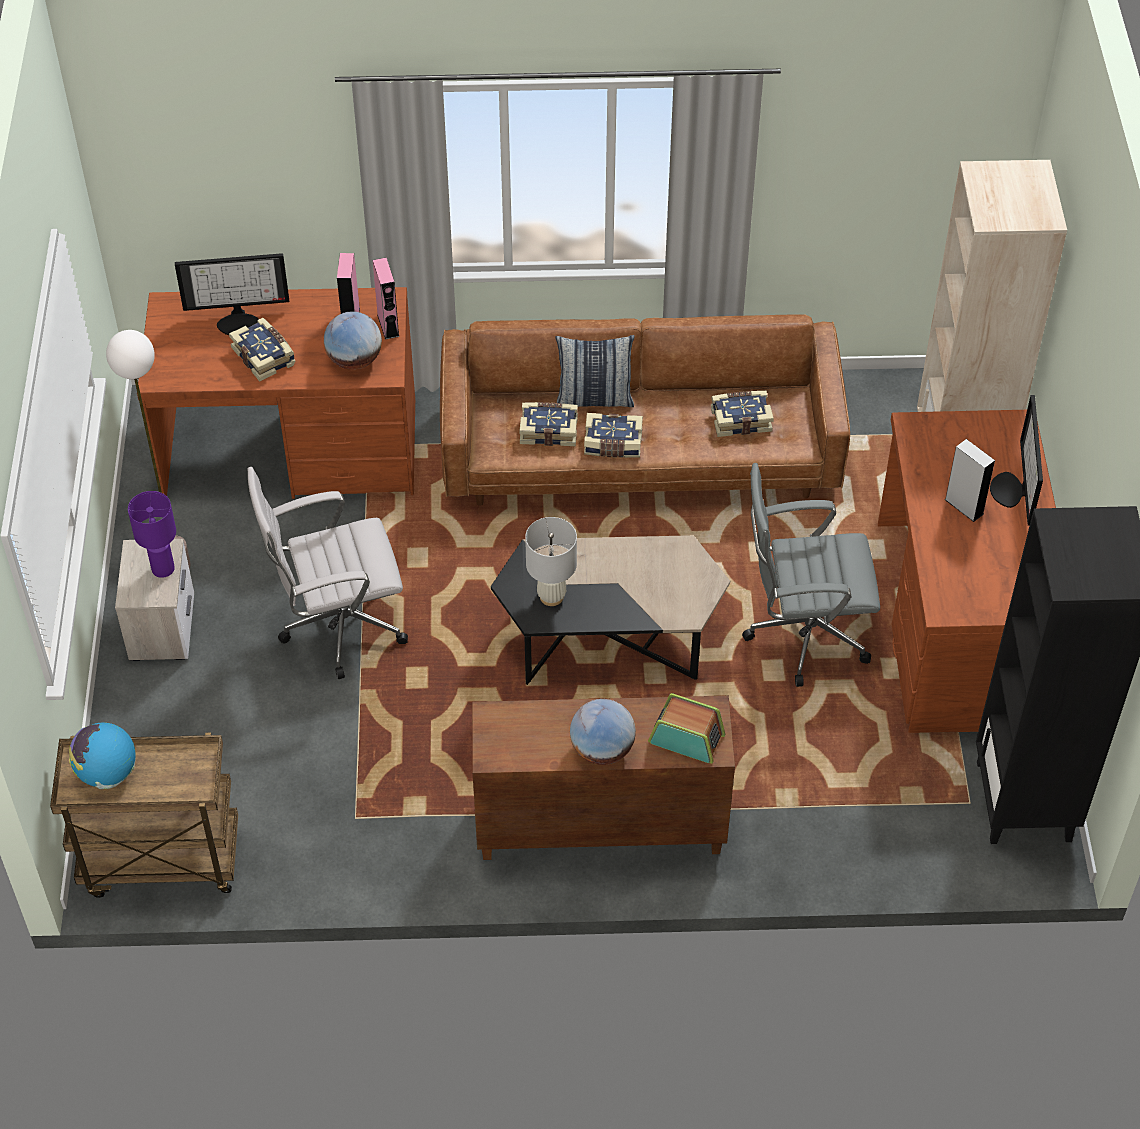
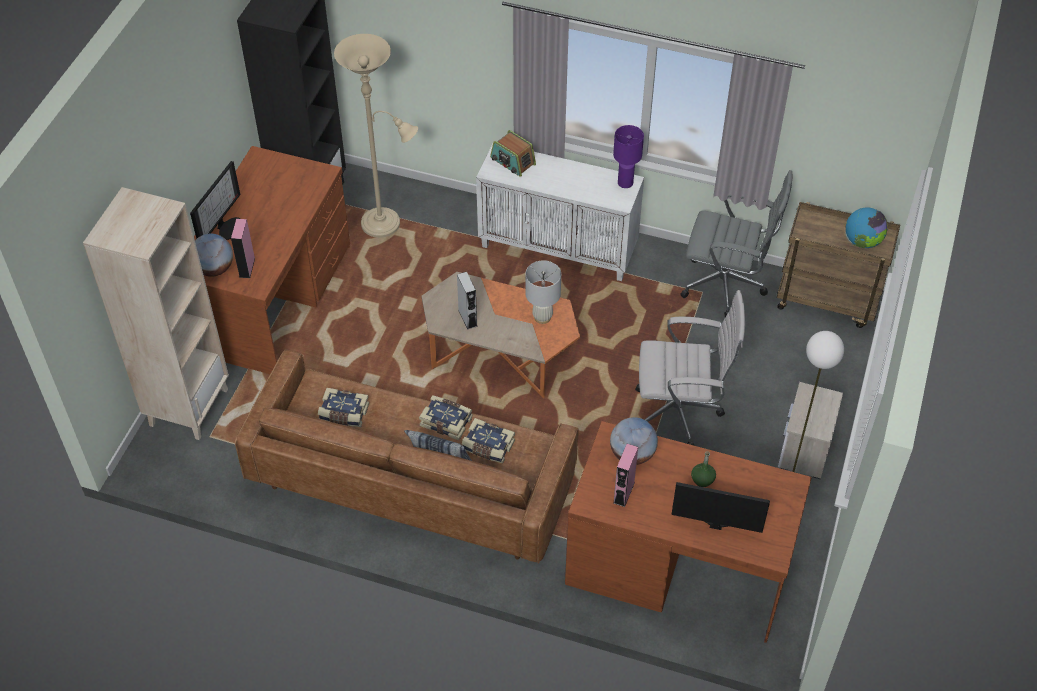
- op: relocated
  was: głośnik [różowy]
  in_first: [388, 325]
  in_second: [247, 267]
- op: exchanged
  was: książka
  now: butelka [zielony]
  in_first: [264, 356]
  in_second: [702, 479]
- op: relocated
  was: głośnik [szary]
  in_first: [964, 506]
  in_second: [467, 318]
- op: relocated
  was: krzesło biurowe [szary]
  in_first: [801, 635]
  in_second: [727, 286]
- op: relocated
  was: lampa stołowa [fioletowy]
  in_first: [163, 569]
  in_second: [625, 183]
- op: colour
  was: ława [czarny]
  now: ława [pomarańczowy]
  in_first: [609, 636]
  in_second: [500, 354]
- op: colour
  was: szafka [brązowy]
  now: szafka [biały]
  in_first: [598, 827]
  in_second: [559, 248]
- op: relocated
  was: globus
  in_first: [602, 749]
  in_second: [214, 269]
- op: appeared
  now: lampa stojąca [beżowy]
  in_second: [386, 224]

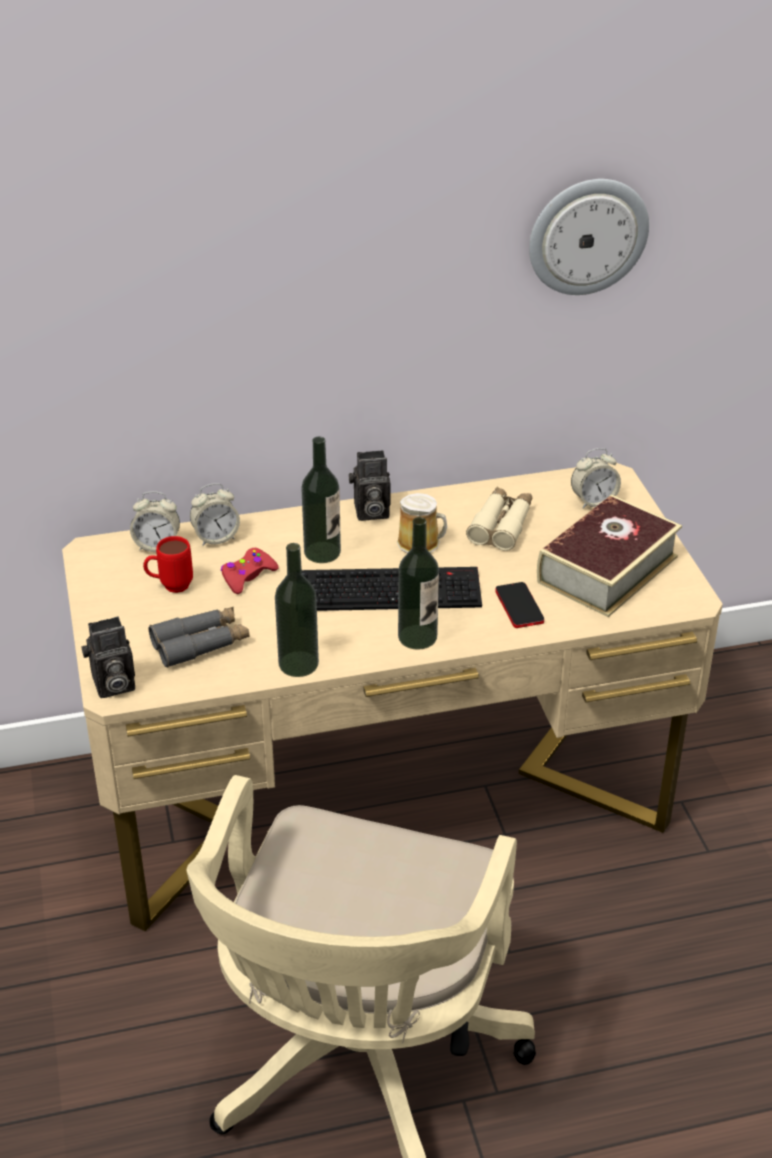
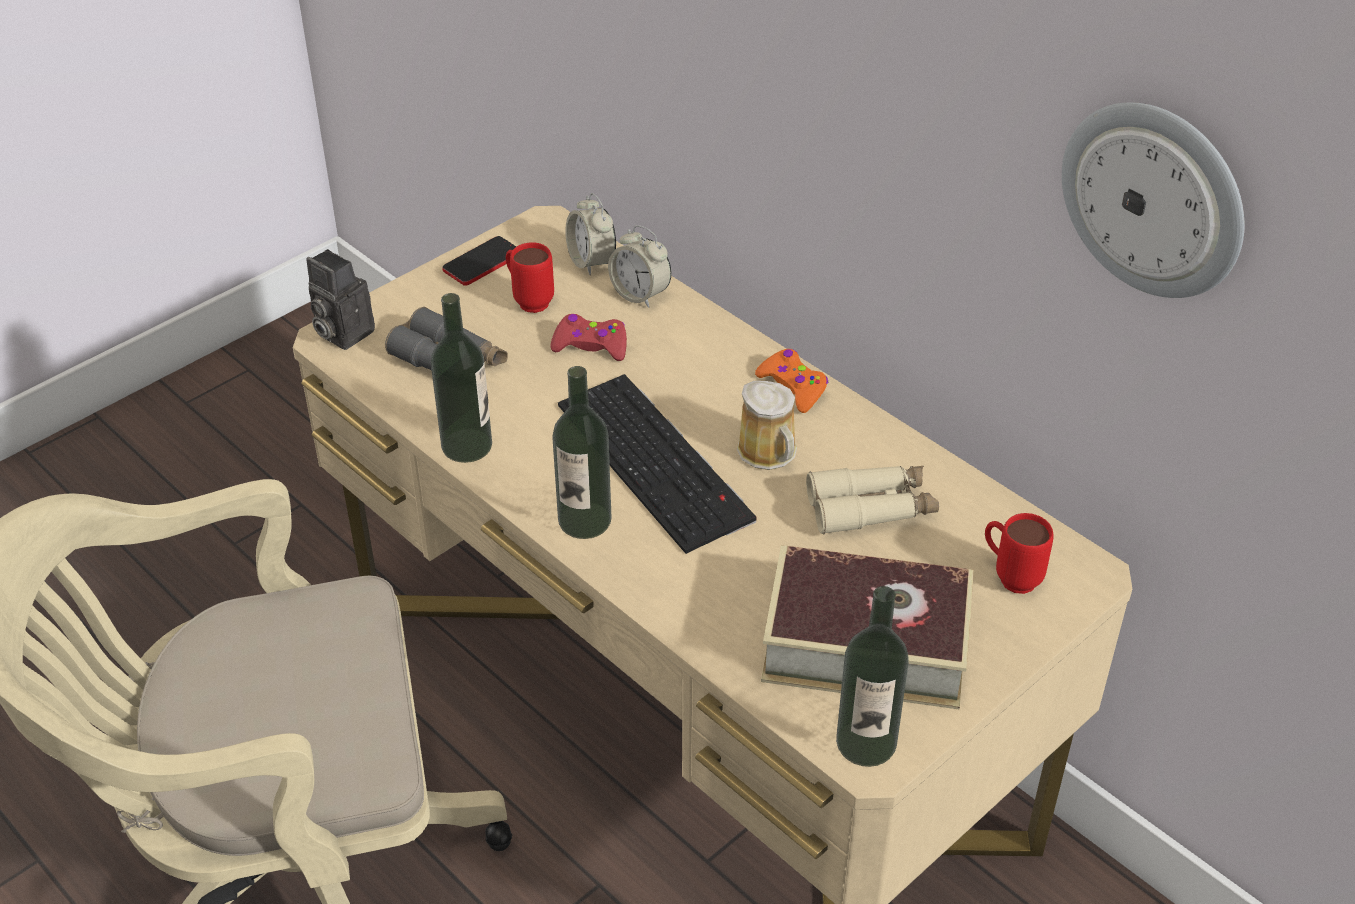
- op: relocated
  was: butelka
  in_first: [322, 552]
  in_second: [866, 743]
- op: exchanged
  was: budzik
  now: kubek [czerwony]
  in_first: [593, 501]
  in_second: [1009, 576]
- op: exchanged
  was: aparat fotograficzny
  now: pad do gier [pomarańczowy]
  in_first: [369, 512]
  in_second: [793, 387]
- op: relocated
  was: telefon
  in_first: [519, 606]
  in_second: [482, 262]

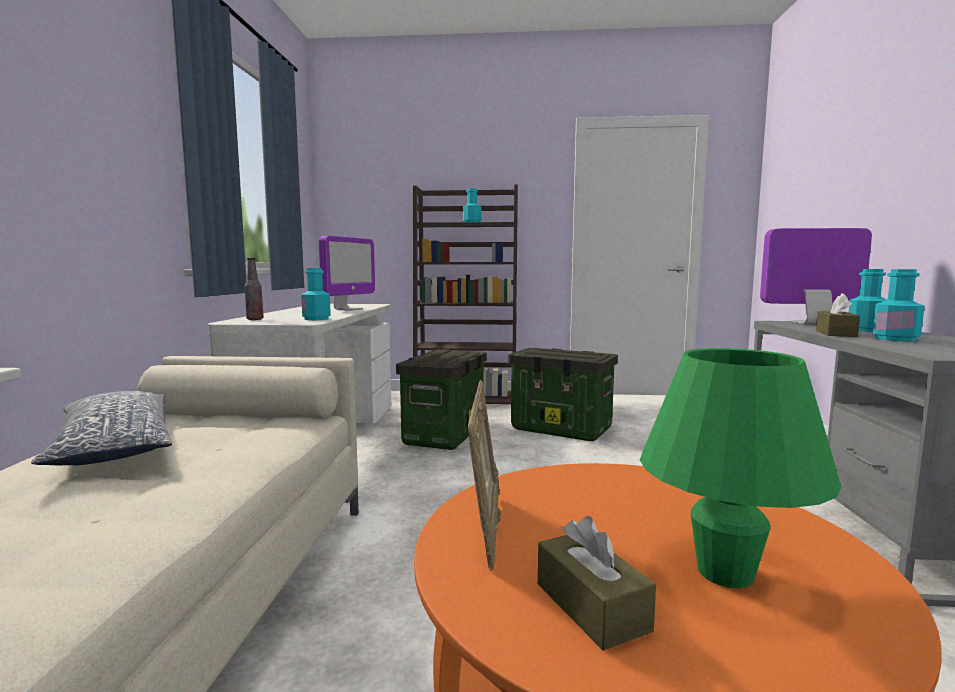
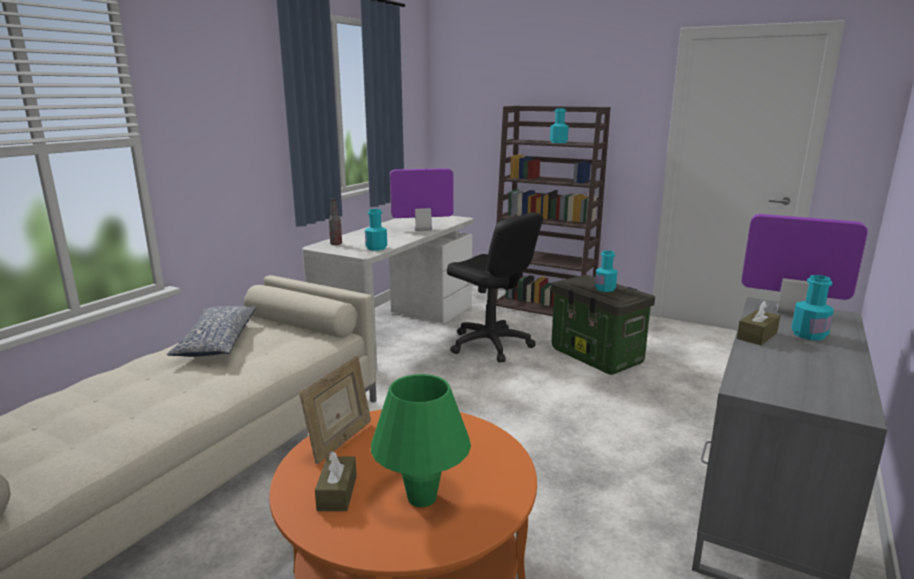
- op: spun
  was: monitor
  in_first: [348, 309]
  in_second: [422, 229]
  clockwise: -150
- op: relocated
  was: butelka [turkusowy]
  in_first: [895, 339]
  in_second: [605, 289]
- op: exchanged
  was: pojemnik do przechowywania
  now: krzesło biurowe [czarny]
  in_first: [445, 435]
  in_second: [490, 345]

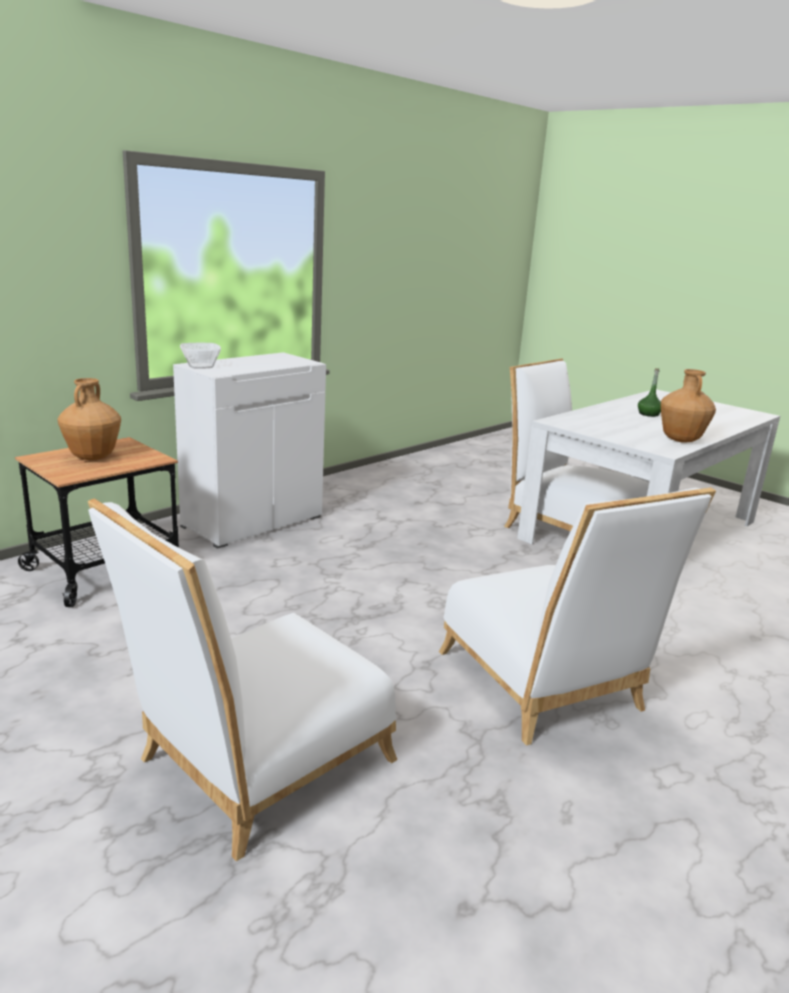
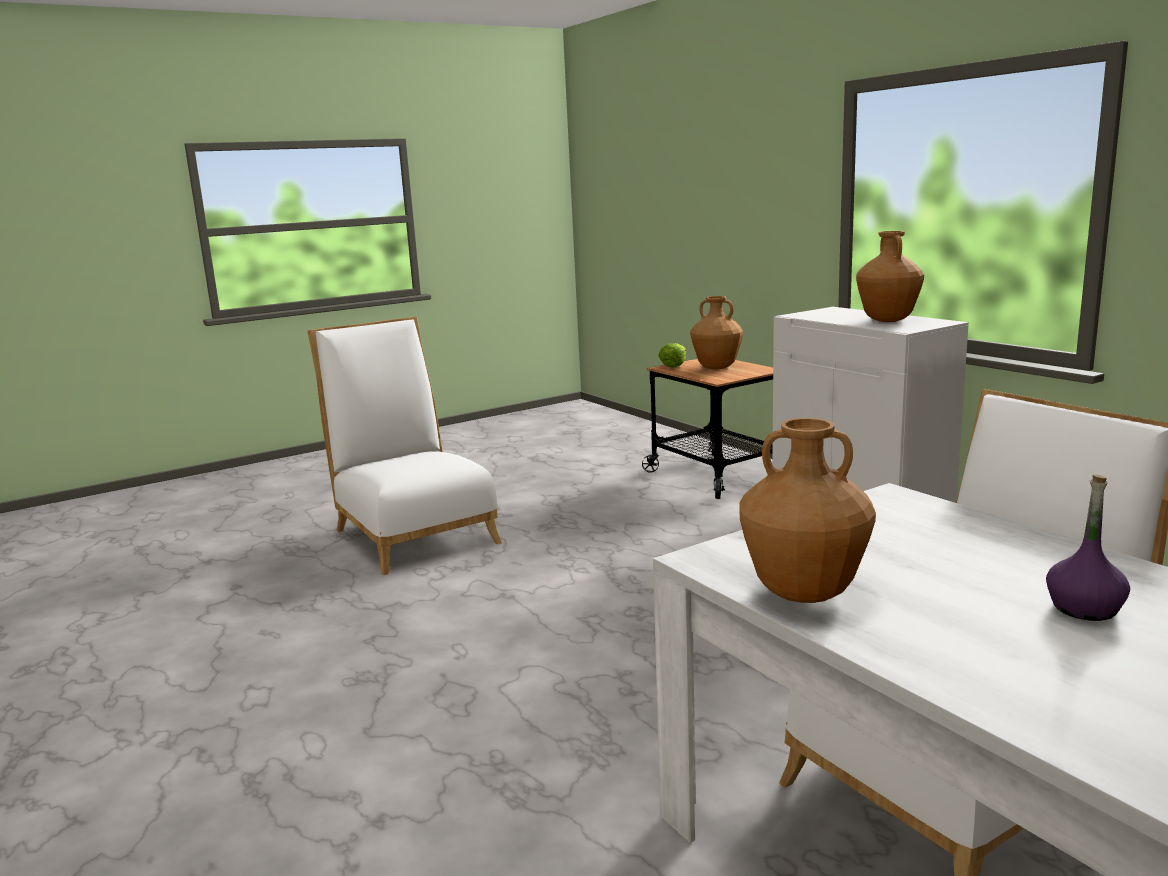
- op: missing
  was: miska
  in_first: [201, 366]
- op: colour
  was: butelka [zielony]
  now: butelka [fioletowy]
  in_first: [648, 414]
  in_second: [1084, 608]
- op: missing
  was: krzesło [biały]
  in_first: [545, 687]
- op: appeared
  now: wazon [brązowy]
  in_second: [888, 320]
- op: appeared
  now: sałata
  in_second: [673, 365]

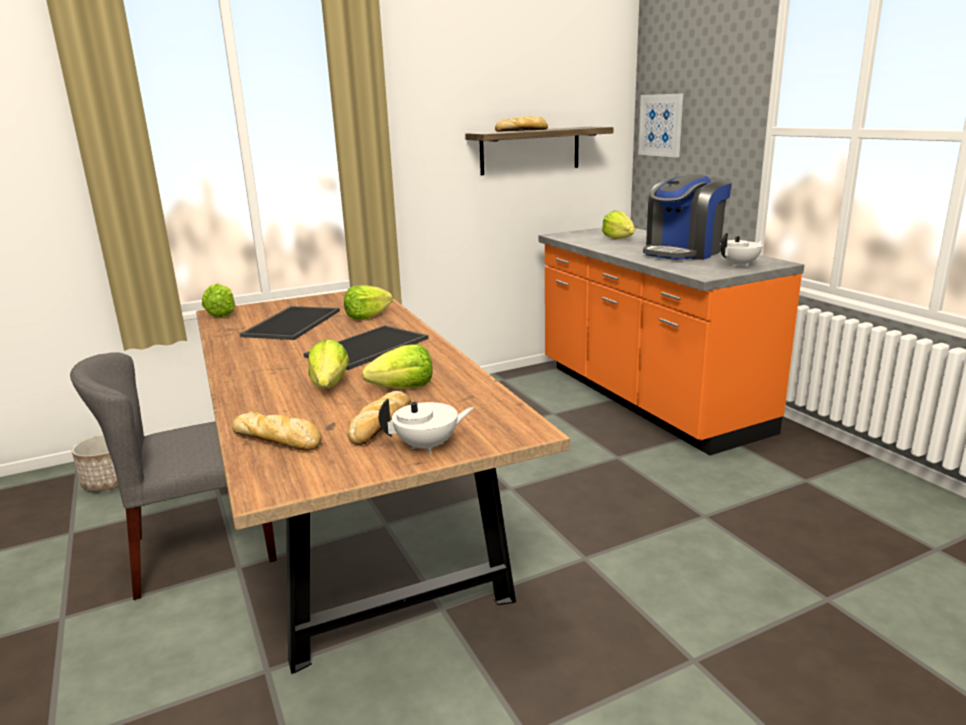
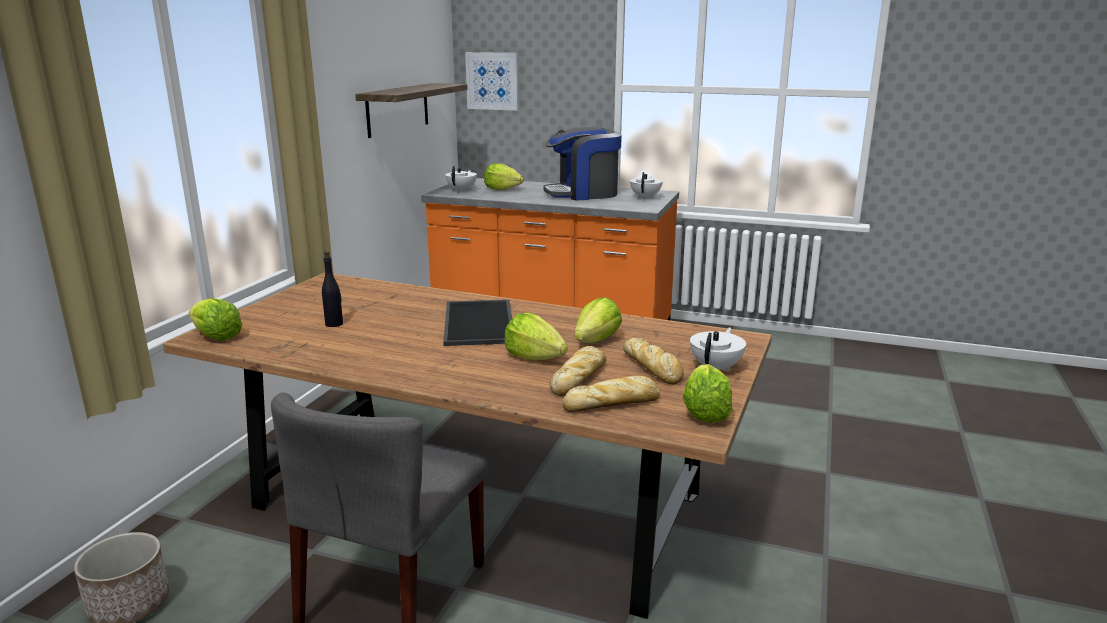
- op: relocated
  was: chleb
  in_first: [522, 130]
  in_second: [579, 377]
- op: spun
  was: ekspres do kawy
  in_first: [683, 252]
  in_second: [583, 194]
  clockwise: 75
- op: relocated
  was: sałata
  in_first: [367, 316]
  in_second: [705, 412]
- op: exchanged
  was: taca
  now: butelka [czarny]
  in_first: [291, 323]
  in_second: [334, 324]
- op: appeared
  now: imbryk [biały]
  in_second: [462, 190]

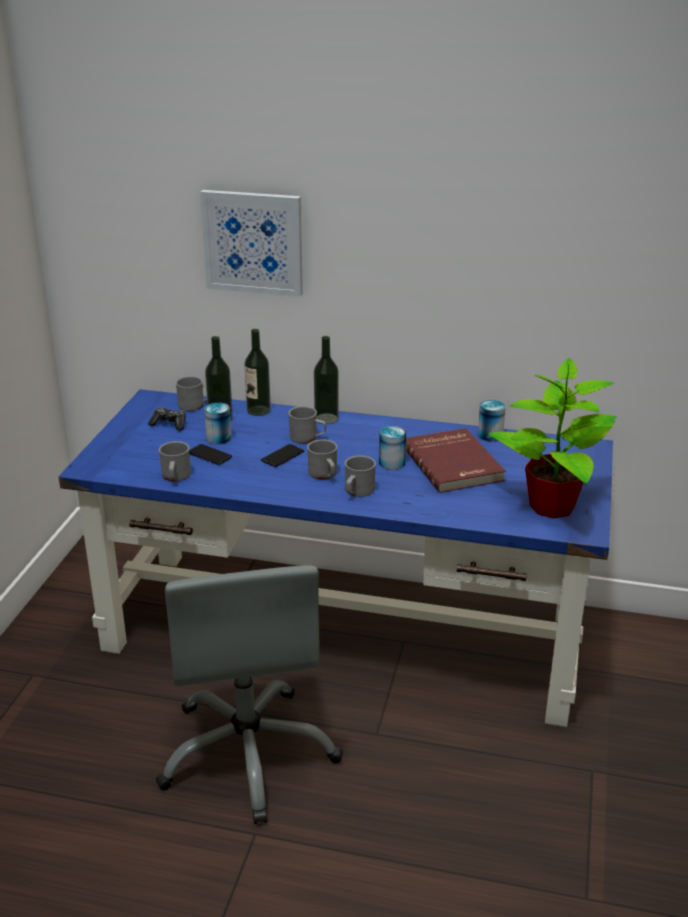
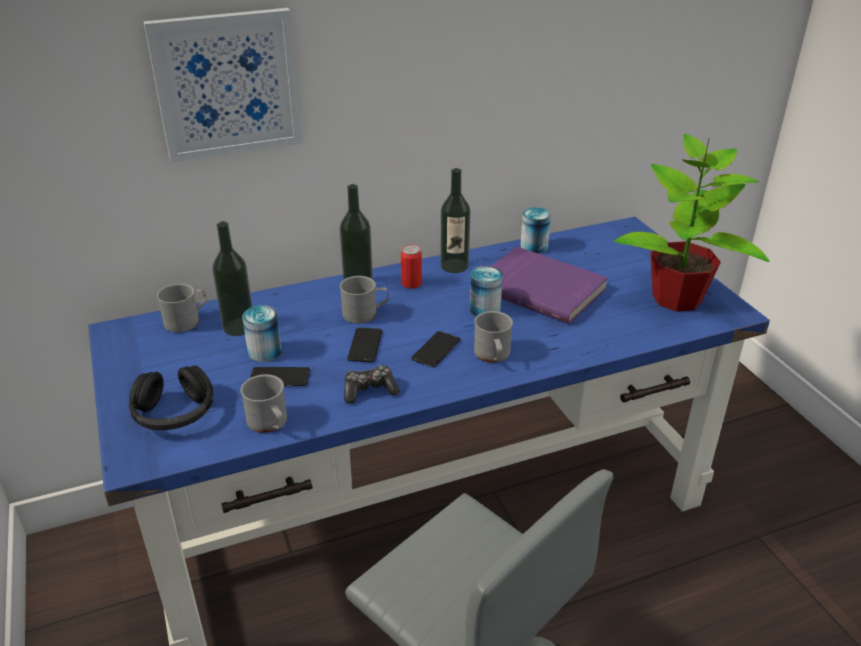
- op: relocated
  was: butelka
  in_first: [258, 410]
  in_second: [454, 266]
- op: relocated
  was: pad do gier
  in_first: [169, 424]
  in_second: [369, 390]
- op: colour
  was: książka [czerwony]
  now: książka [fioletowy]
  in_first: [454, 463]
  in_second: [541, 288]
- op: exchanged
  was: kubek [szary]
  now: telefon
  in_first: [324, 475]
  in_second: [436, 350]
- op: appeared
  now: puszka
  in_second: [411, 283]
- op: appeared
  now: słuchawki [czarny]
  in_second: [174, 413]

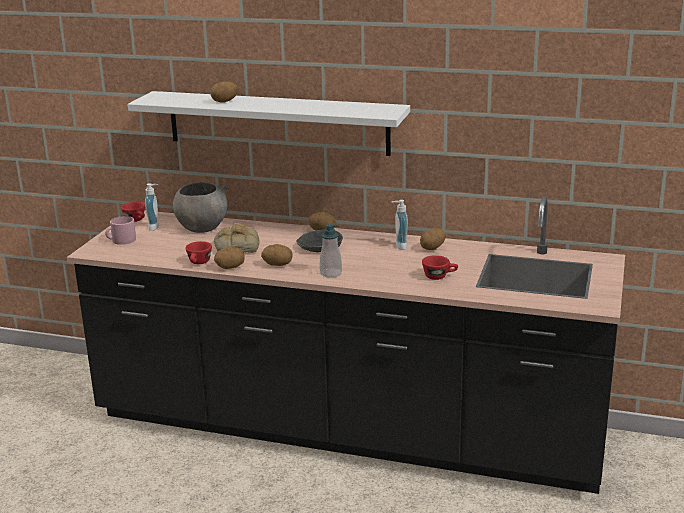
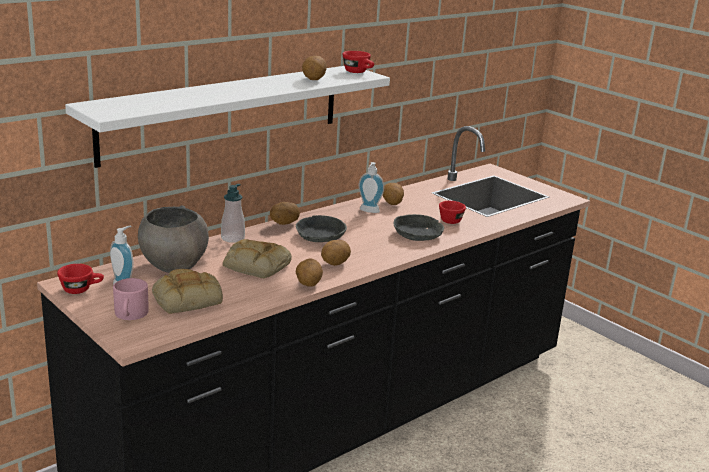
- op: relocated
  was: ziemniak
  in_first: [225, 101]
  in_second: [314, 79]
- op: relocated
  was: dozownik mydła
  in_first: [331, 273]
  in_second: [233, 238]
- op: relocated
  was: filiżanka [czerwony]
  in_first: [199, 263]
  in_second: [359, 72]
- op: appeared
  now: miska [szary]
  in_second: [417, 234]
- op: appeared
  now: chleb
  in_second: [188, 298]

